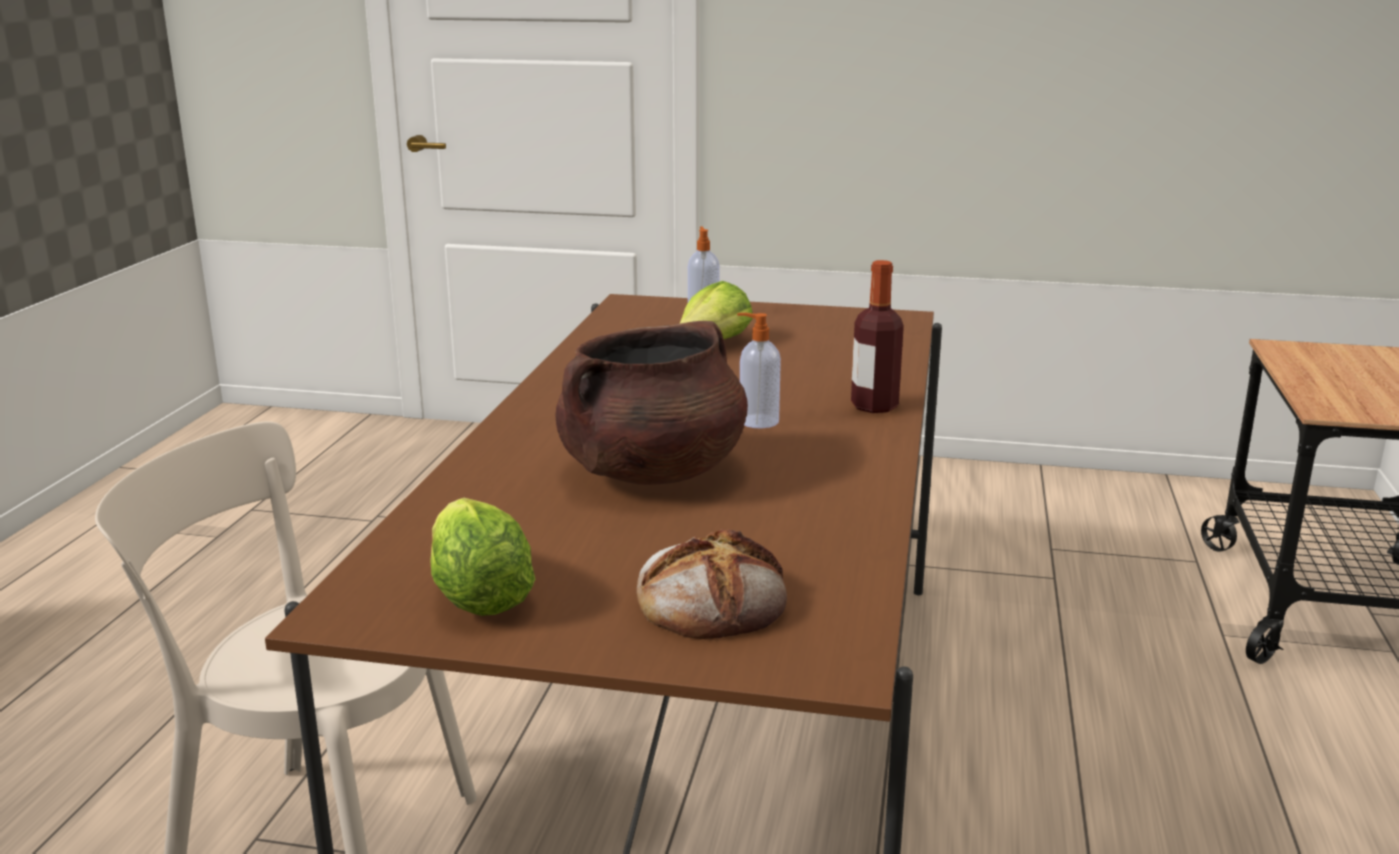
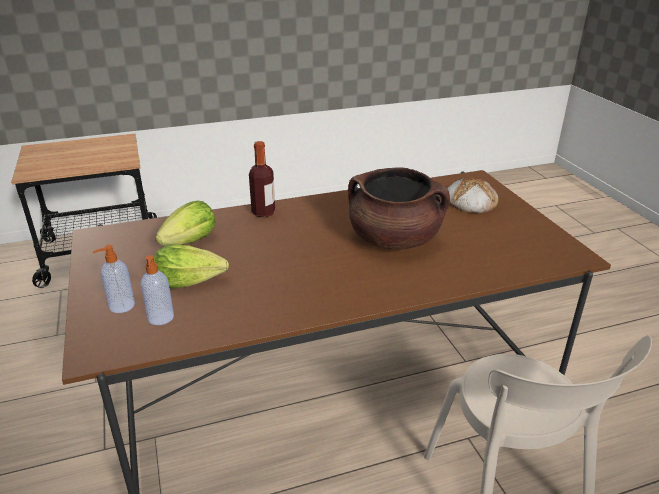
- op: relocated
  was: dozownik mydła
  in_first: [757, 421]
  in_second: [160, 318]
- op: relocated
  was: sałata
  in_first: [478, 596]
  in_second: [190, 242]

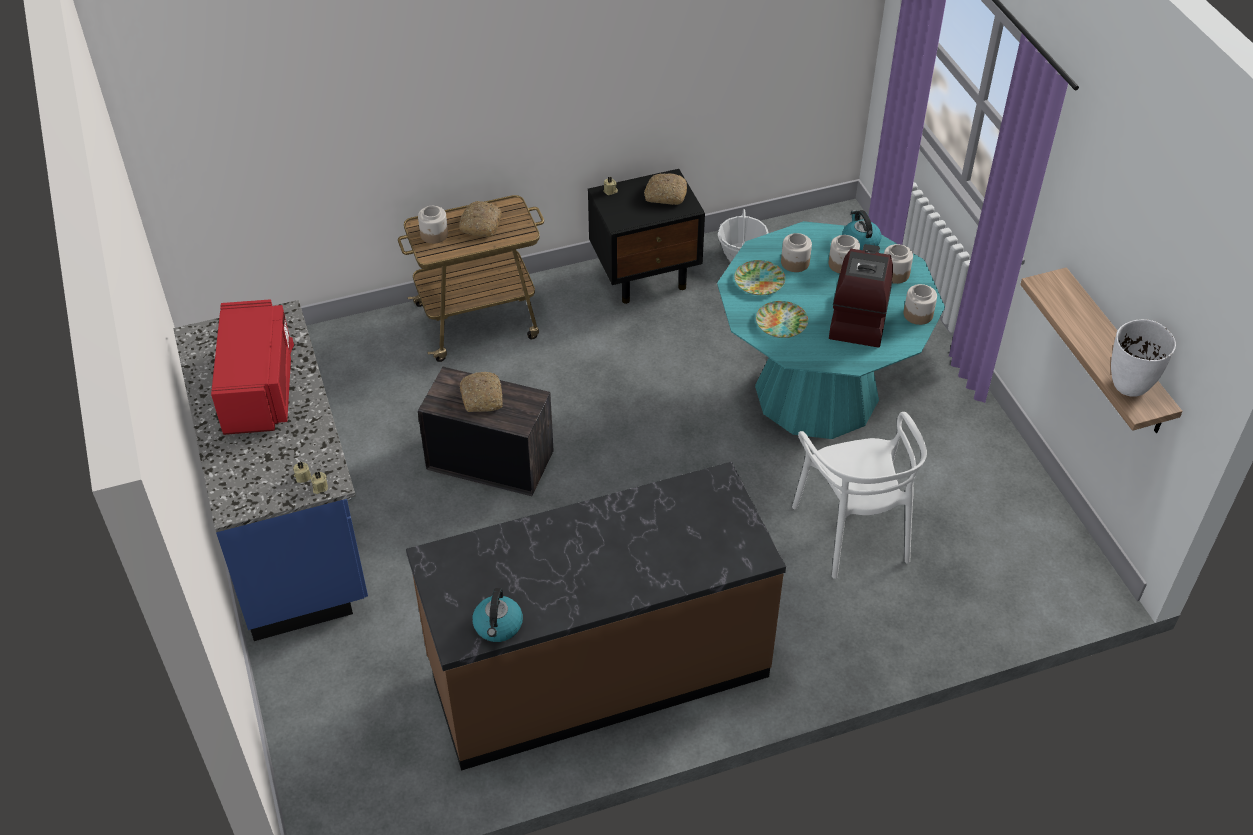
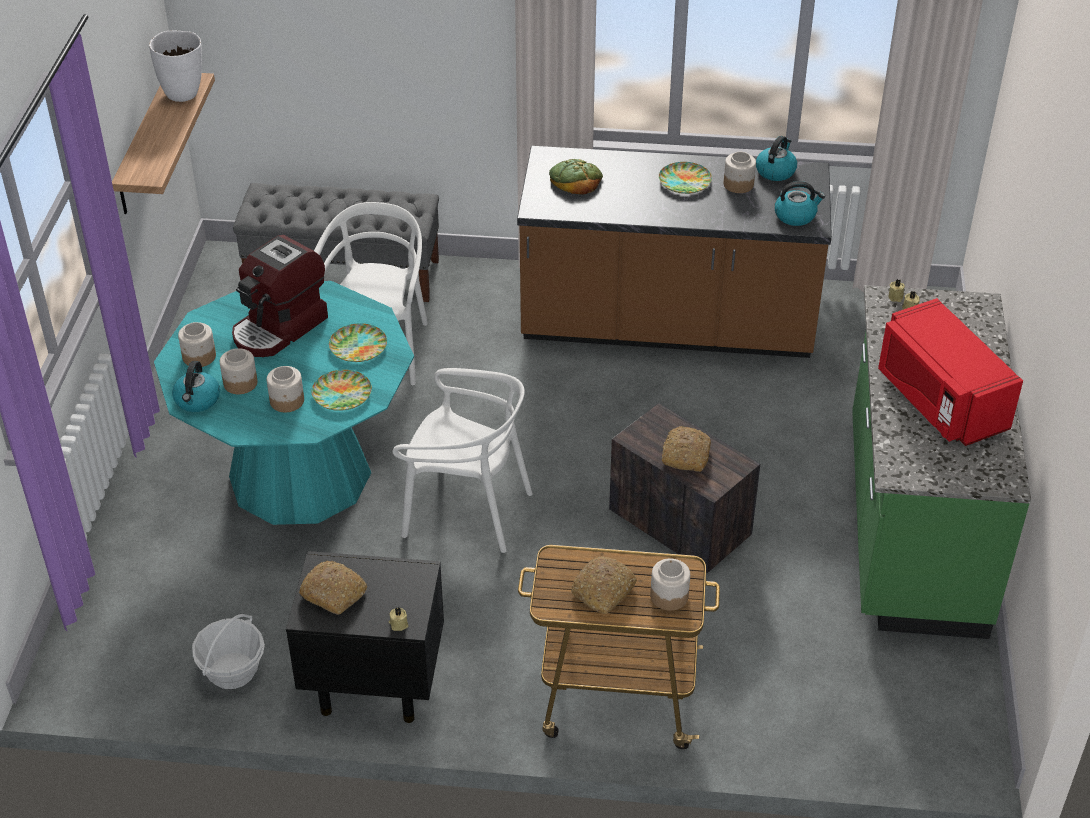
- op: relocated
  was: słoik
  in_first: [918, 314]
  in_second: [738, 184]
- op: spun
  was: mikrofalówka [czerwony]
  in_first: [259, 389]
  in_second: [939, 400]
  clockwise: -45
- op: colour
  was: zabudowa kuchenna [niebieski]
  now: zabudowa kuchenna [zielony]
  in_first: [291, 524]
  in_second: [911, 526]
- op: appeared
  now: chleb
  in_second: [576, 180]
- op: appeared
  now: talerz
  in_second: [684, 182]
- op: appeared
  now: czajnik
  in_second: [796, 215]
- op: appeared
  now: ławka [szary]
  in_second: [344, 275]
- op: appeared
  now: krzesło [biały]
  in_second: [467, 510]

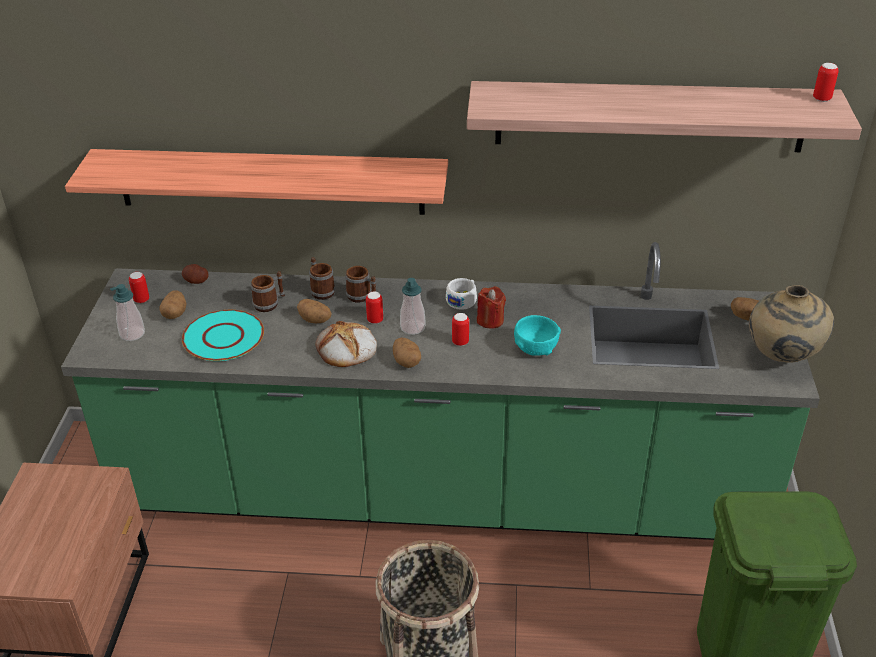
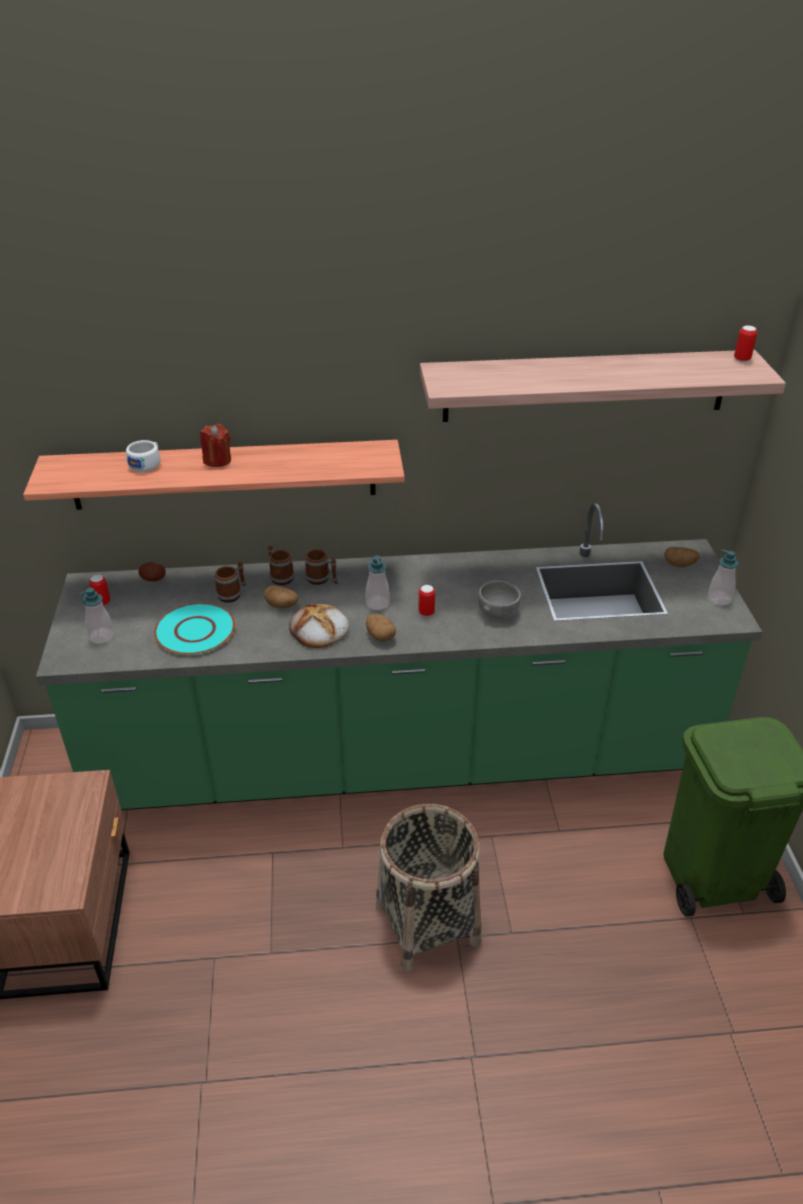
- op: relocated
  was: filiżanka [biały]
  in_first: [463, 300]
  in_second: [147, 463]
- op: exchanged
  was: wazon [beżowy]
  now: dozownik mydła
  in_first: [781, 358]
  in_second: [719, 599]
- op: relocated
  was: świeca [czerwony]
  in_first: [490, 320]
  in_second: [217, 460]
- op: missing
  was: ziemniak
  in_first: [175, 313]
- op: missing
  was: puszka
  in_first: [375, 320]
- op: colour
  was: miska [turkusowy]
  now: miska [szary]
  in_first: [535, 349]
  in_second: [498, 612]

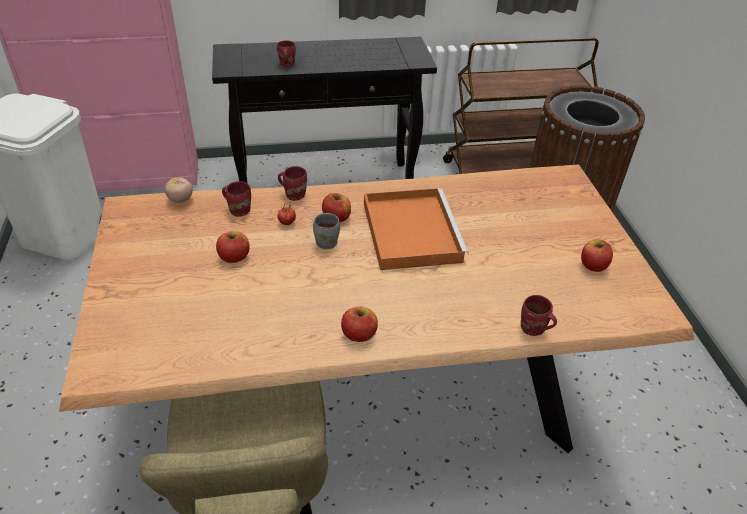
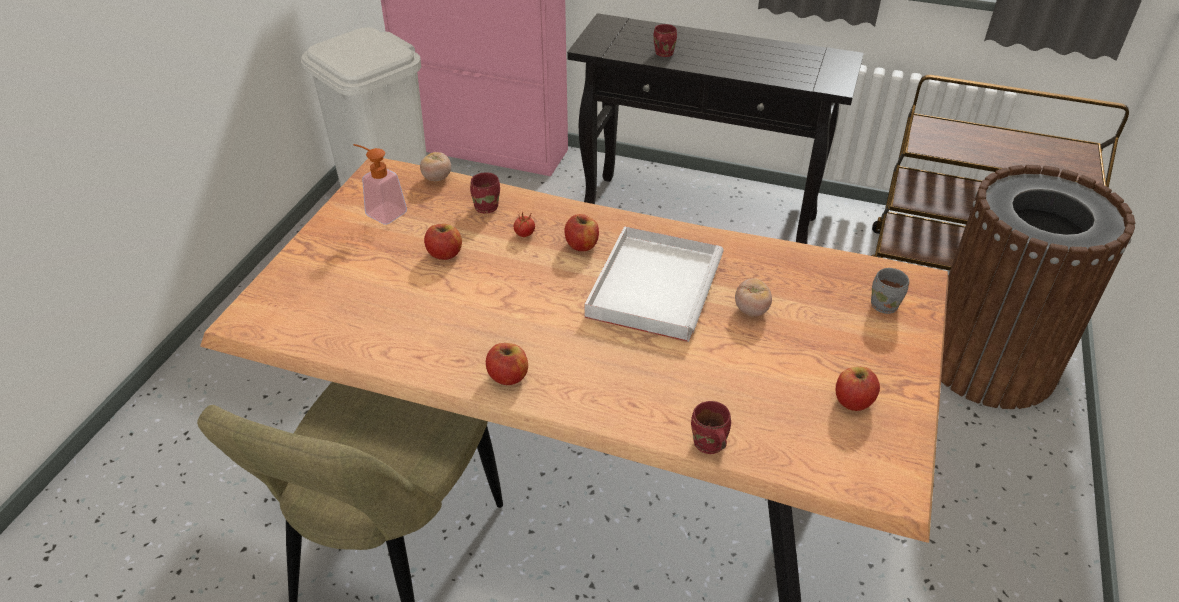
- op: missing
  was: kubek [czerwony]
  in_first: [294, 194]
- op: colour
  was: taca [pomarańczowy]
  now: taca [biały]
  in_first: [410, 230]
  in_second: [654, 285]
- op: relocated
  was: kubek [szary]
  in_first: [328, 242]
  in_second: [886, 305]
- op: appeared
  now: dozownik mydła
  in_second: [381, 211]
- op: appeared
  now: pomidor
  in_second: [751, 310]

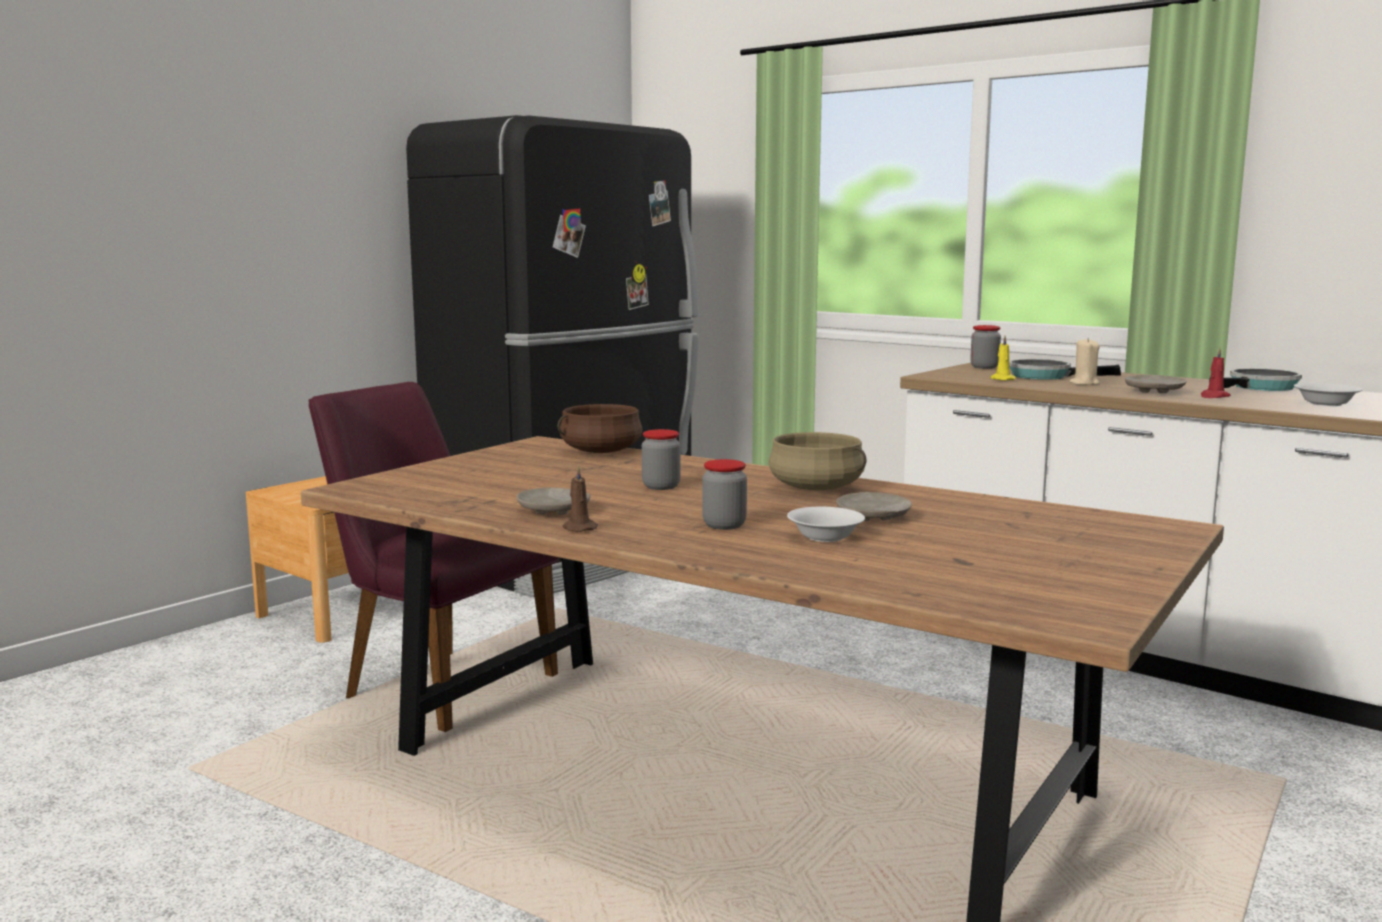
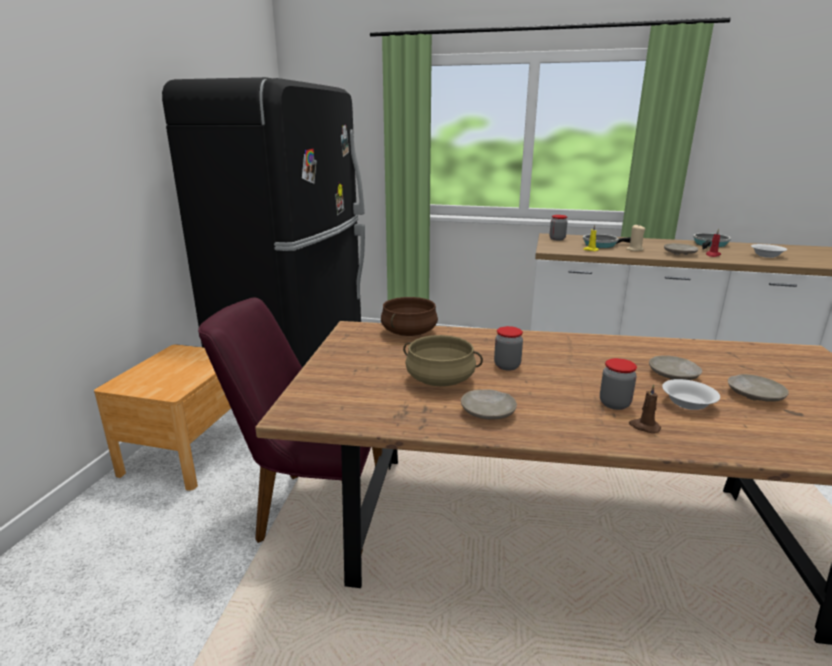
- op: relocated
  was: garnek [beżowy]
  in_first: [816, 488]
  in_second: [440, 379]
- op: relocated
  was: świeca [brązowy]
  in_first: [578, 528]
  in_second: [644, 427]
- op: appeared
  now: talerz [beżowy]
  in_second: [754, 395]

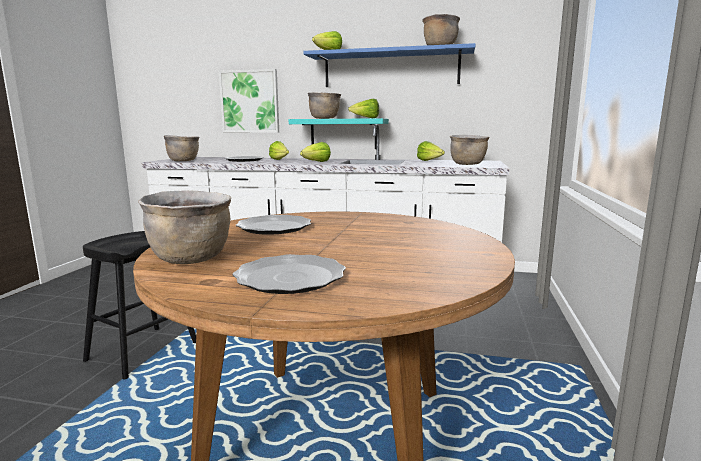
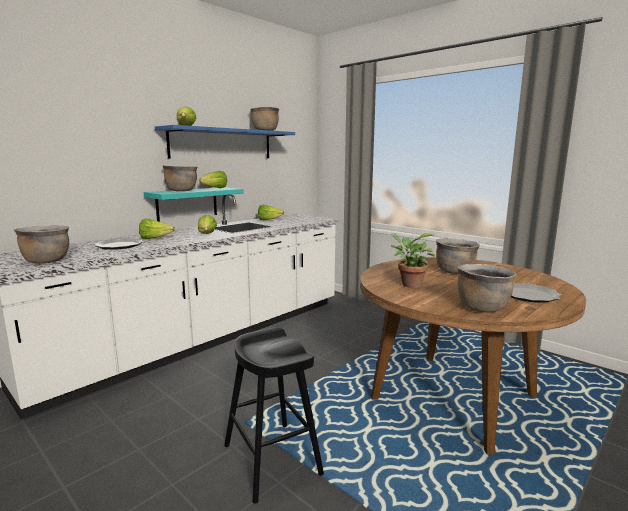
- op: missing
  was: obraz
  in_first: [250, 101]
- op: relocated
  was: garnek [brązowy]
  in_first: [468, 164]
  in_second: [454, 271]
- op: exchanged
  was: talerz
  now: roślina doniczkowa
  in_first: [275, 227]
  in_second: [408, 284]

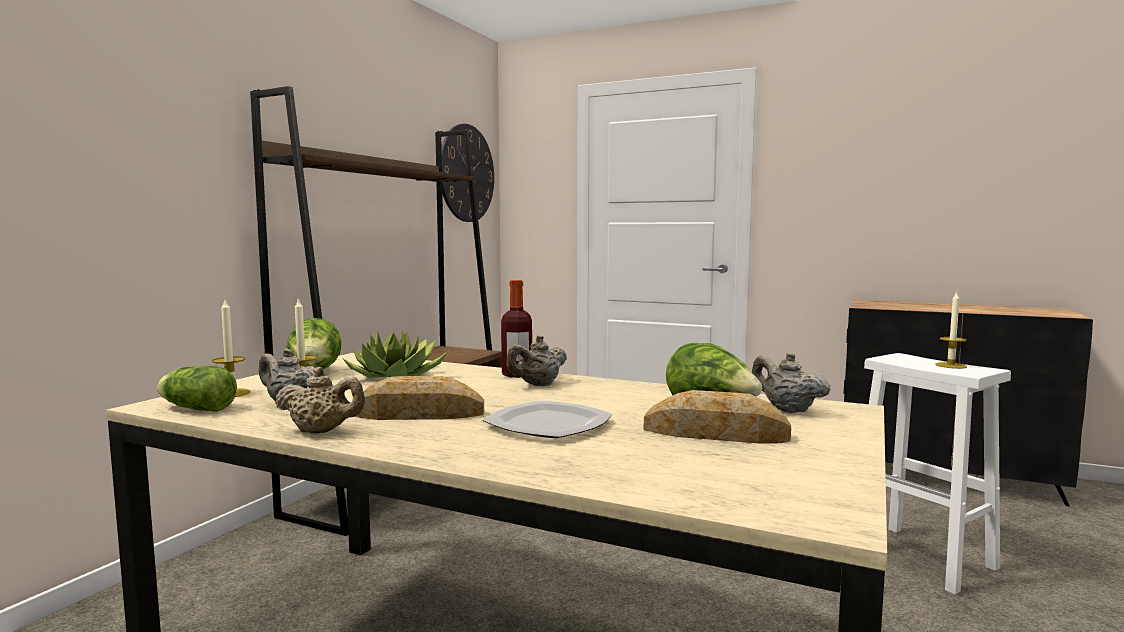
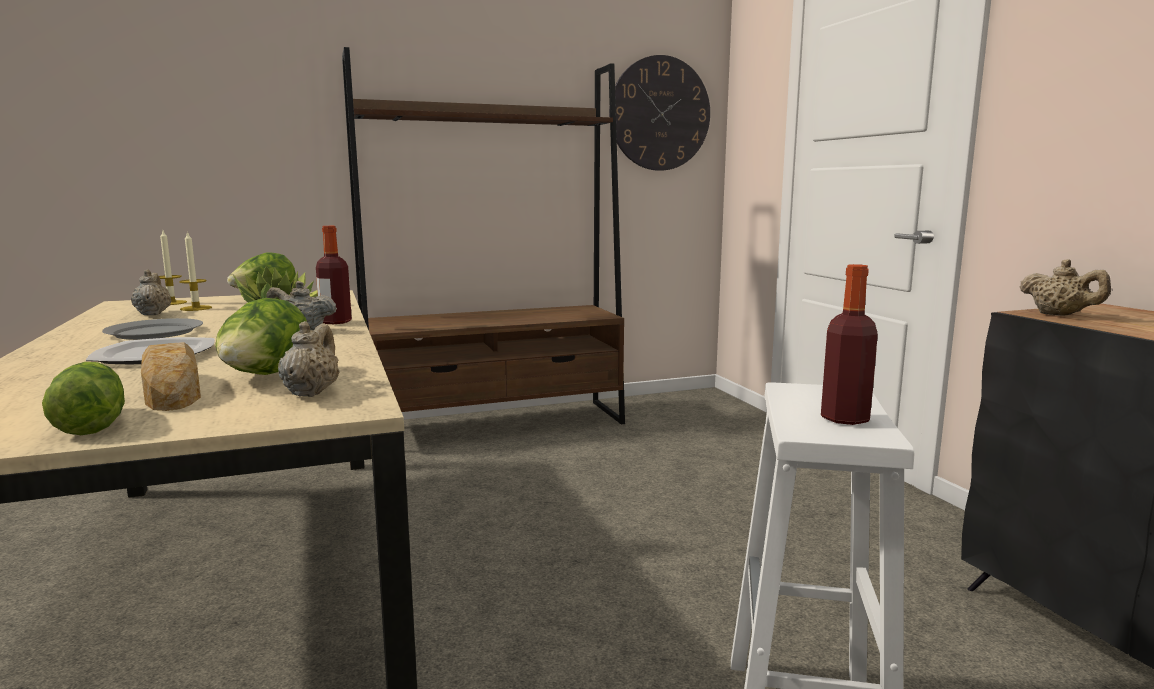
- op: exchanged
  was: świeca
  now: butelka
  in_first: [951, 365]
  in_second: [844, 418]
- op: relocated
  was: sałata
  in_first: [195, 408]
  in_second: [92, 422]
- op: relocated
  was: imbryk [beżowy]
  in_first: [322, 431]
  in_second: [1059, 315]
- op: exchanged
  was: chleb
  now: talerz [szary]
  in_first: [419, 414]
  in_second: [155, 332]

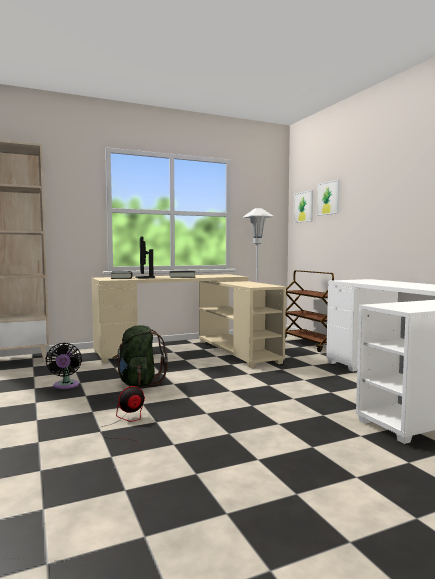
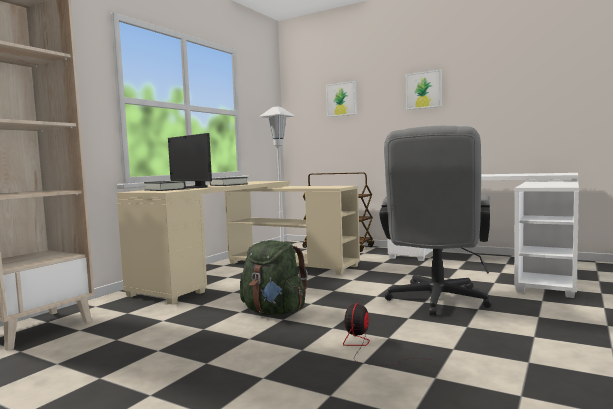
- op: relocated
  was: obraz
  in_first: [303, 207]
  in_second: [423, 90]
- op: missing
  was: wentylator [czarny]
  in_first: [65, 386]
- op: appeared
  now: krzesło biurowe [szary]
  in_second: [436, 302]

